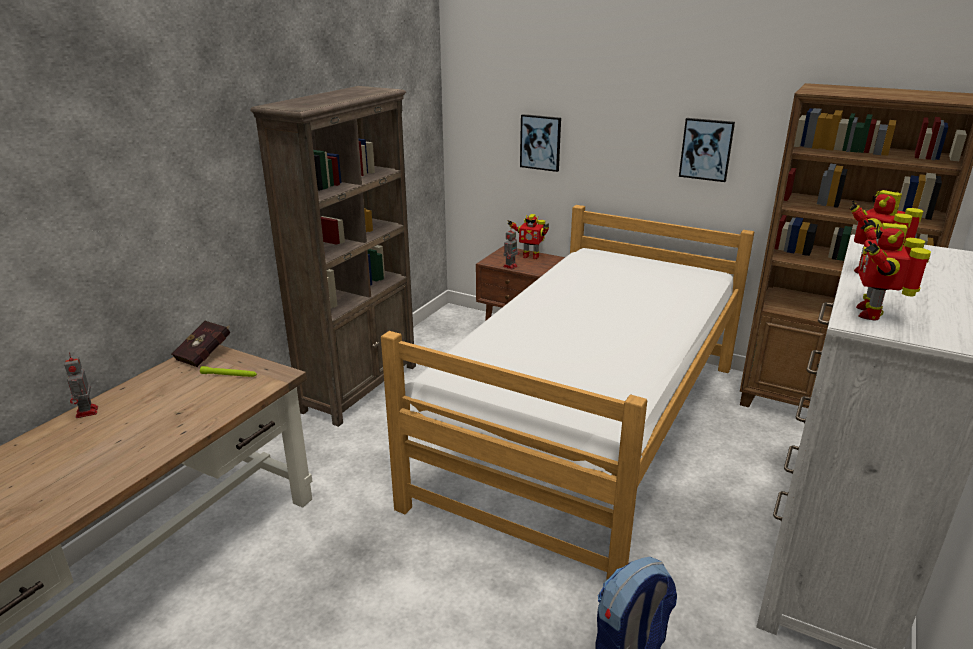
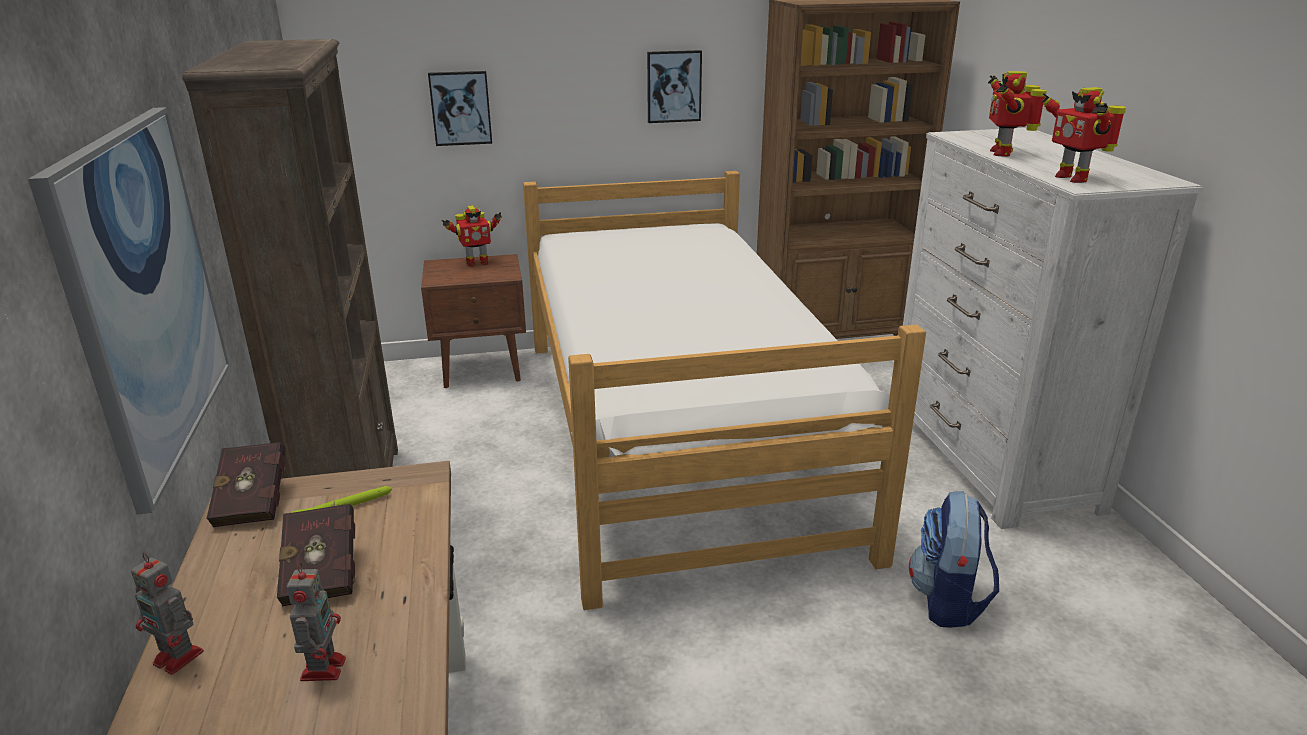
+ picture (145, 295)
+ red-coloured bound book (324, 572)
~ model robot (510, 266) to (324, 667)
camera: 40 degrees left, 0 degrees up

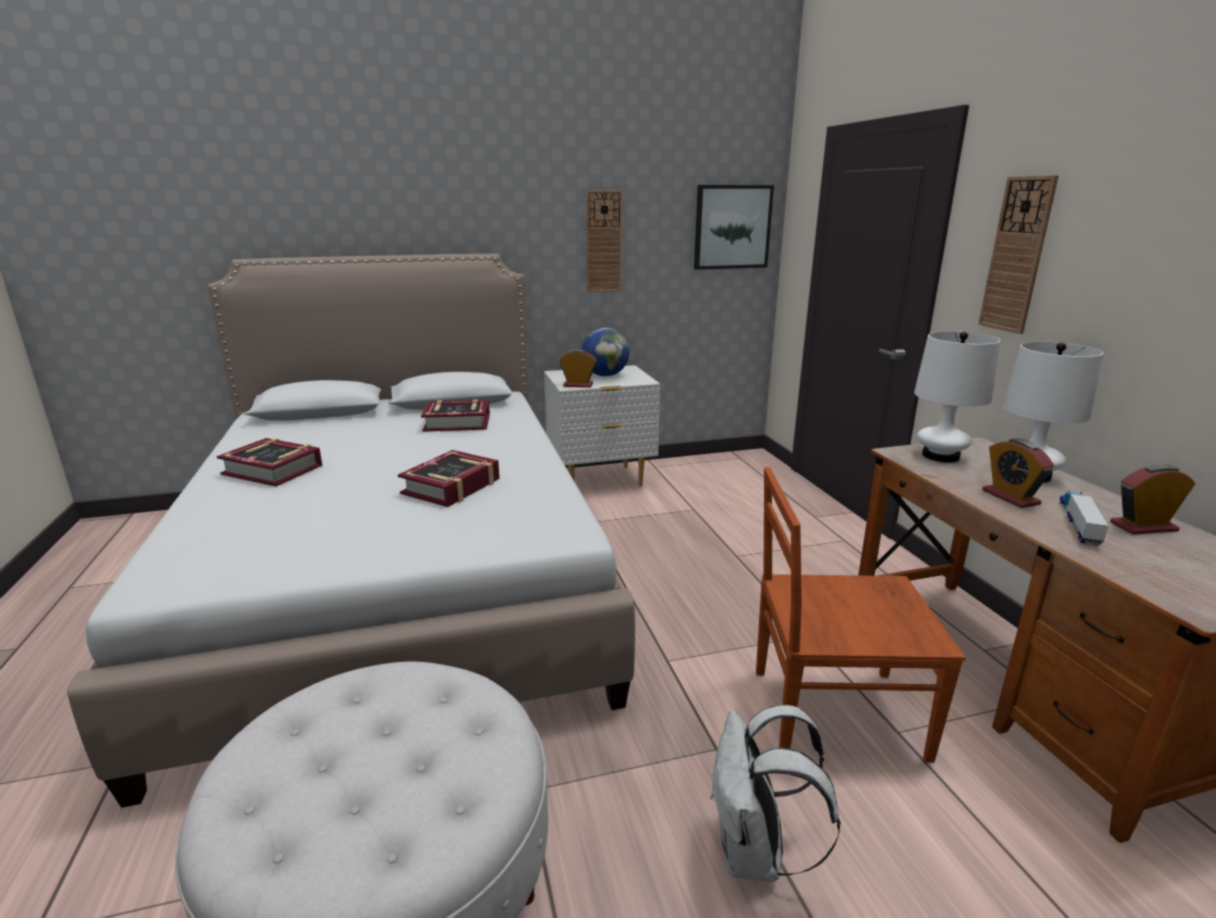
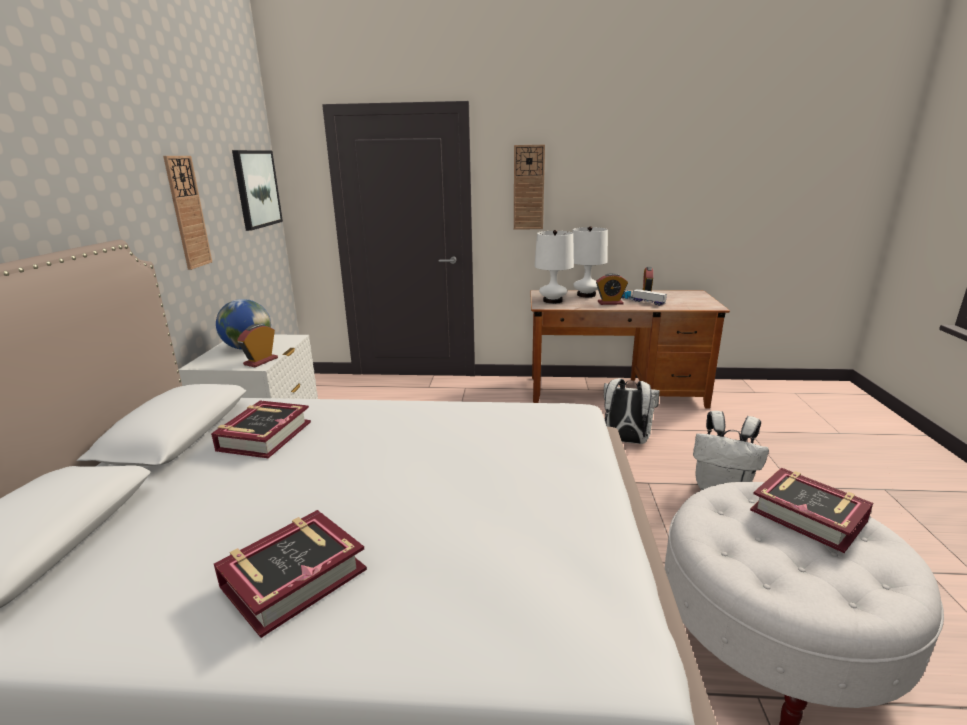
~ brown-coloured plain chair (831, 712) to white rucksack (625, 441)
~ bound book (452, 486) to (808, 516)
camera: 70 degrees left, 0 degrees up

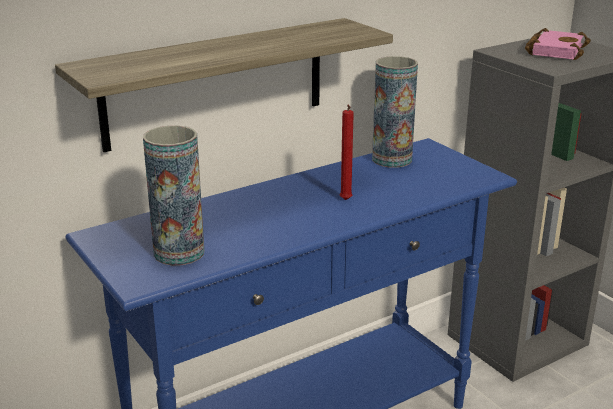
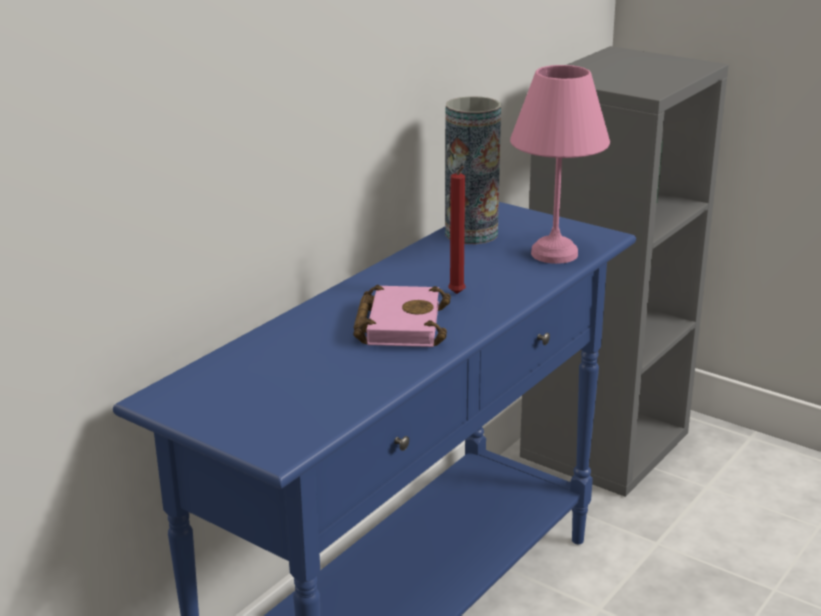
~ pink-coloured bound book (554, 50) to (399, 323)
+ pink-coloured tabletop lamp (553, 255)
- wall shelf (215, 83)
- decorative vase (179, 252)
camera: 20 degrees left, 0 degrees up

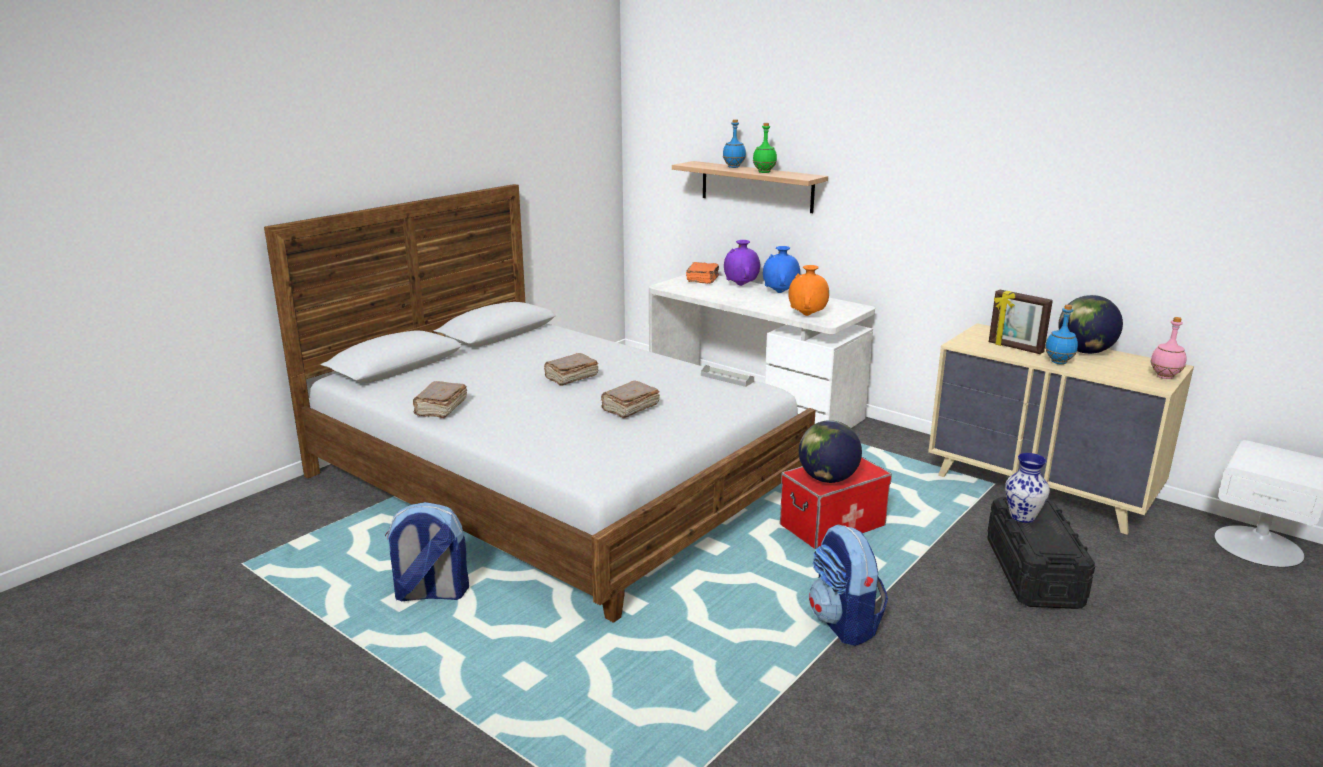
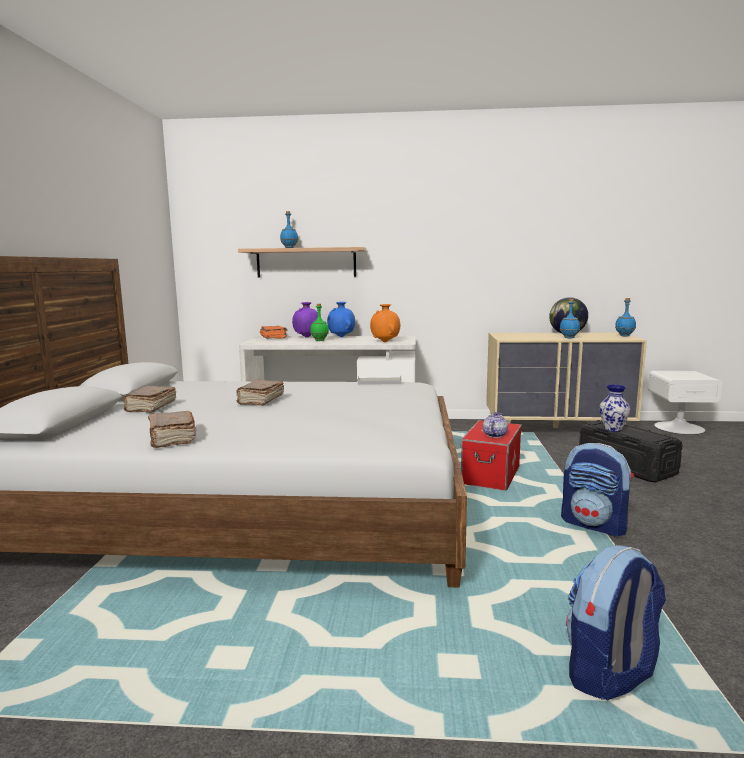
~ brown-coloured bound book (629, 408) to (150, 407)
~ greenish drink bottle (764, 172) to (319, 340)
~ desk globe (827, 479) to pot for tea (494, 435)
~ rucksack (430, 594) to (609, 674)
~ pink-coloured drink bottle (1164, 377) to bluish drink bottle (624, 336)
- picture frame (1015, 348)
camera: 35 degrees left, 10 degrees down

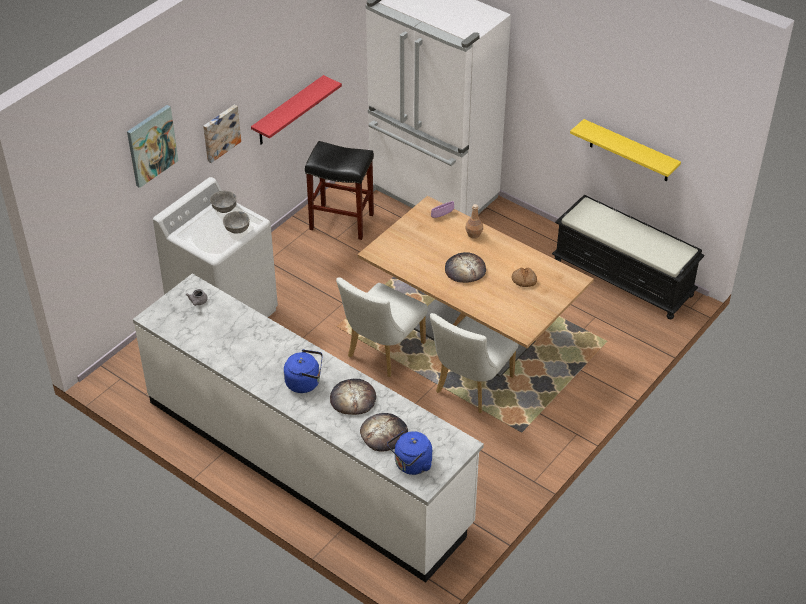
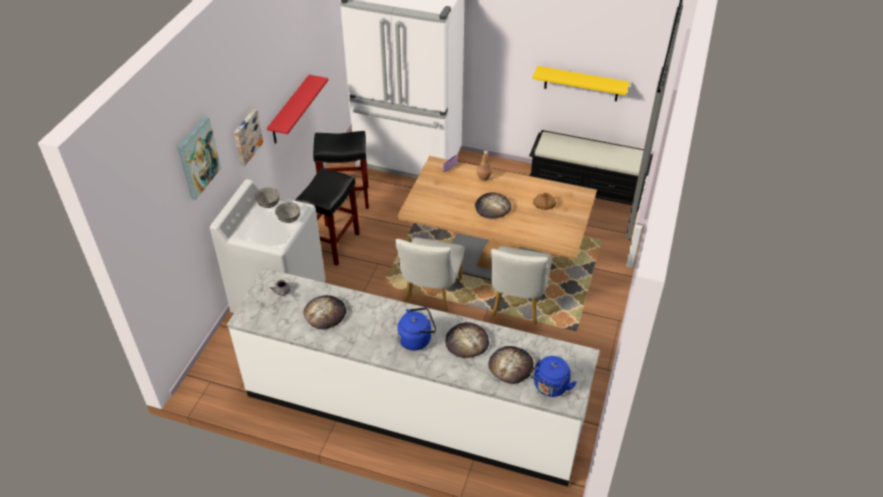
+ black-coloured stool seat (332, 243)
+ bread (325, 313)
camera: 20 degrees left, 0 degrees up

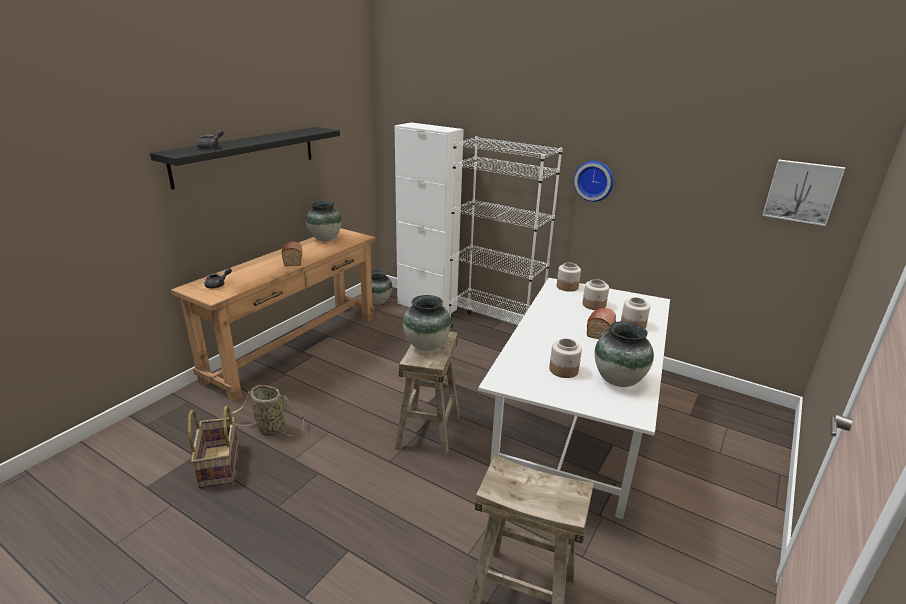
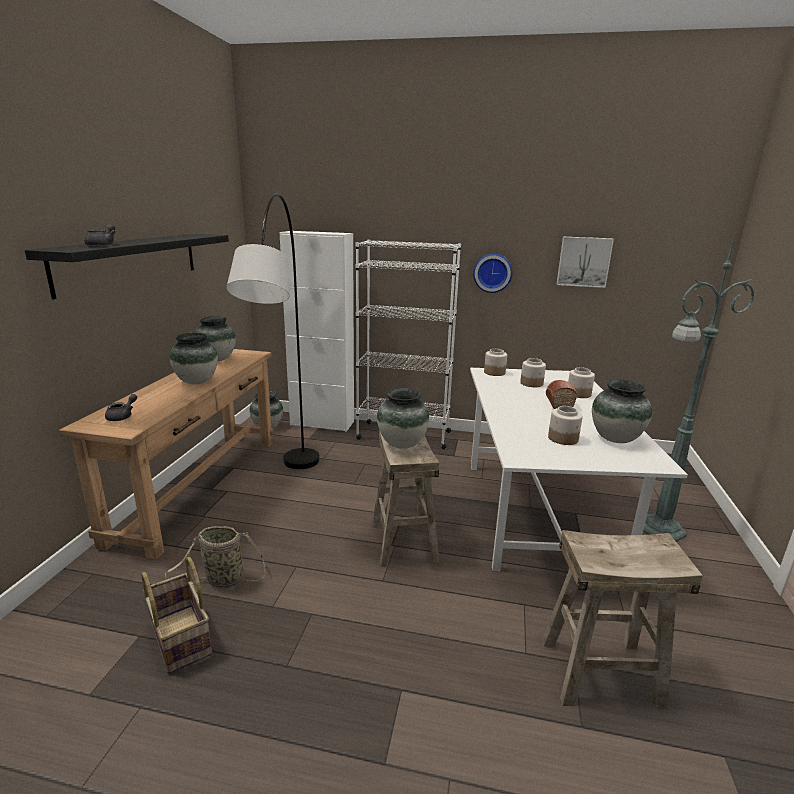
~ bread (293, 259) to decorative vase (197, 381)
+ greyish standard lamp (290, 497)
~ picture (802, 191) to (583, 261)
+ greenish standard lamp (658, 529)
camera: 20 degrees left, 5 degrees down

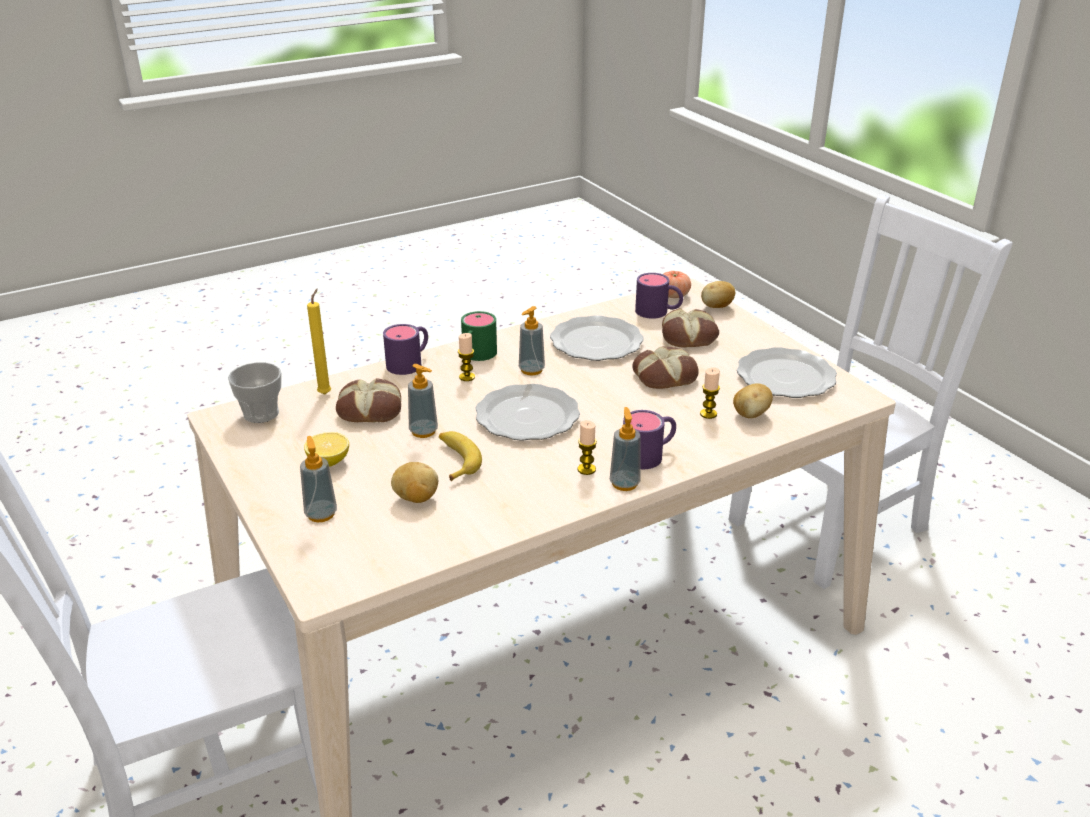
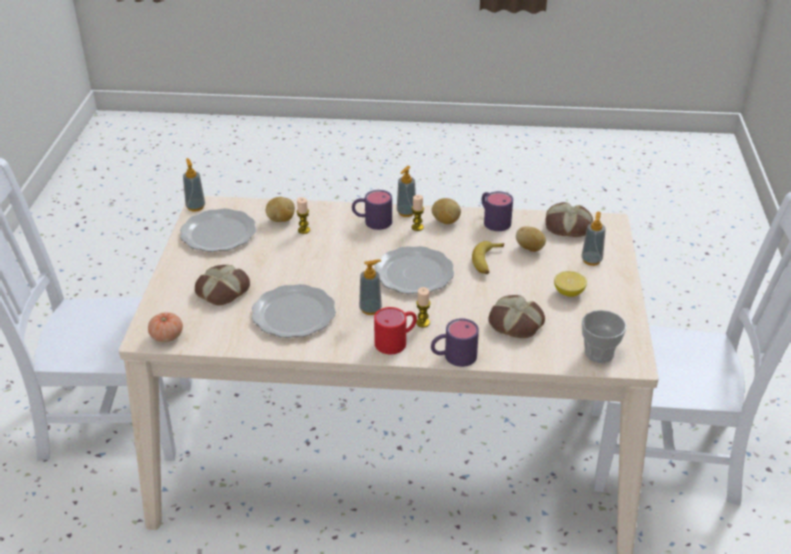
~ soap bottle (423, 431) to (195, 207)
~ greenish mug (476, 356) to red-coloured mug (397, 341)
~ whole potato (716, 307) to (445, 221)
~ purplish mug (658, 312) to (493, 220)
~ bread (664, 375) to (567, 227)
- yellow-coloured wax light (326, 393)
camera: 145 degrees left, 5 degrees up

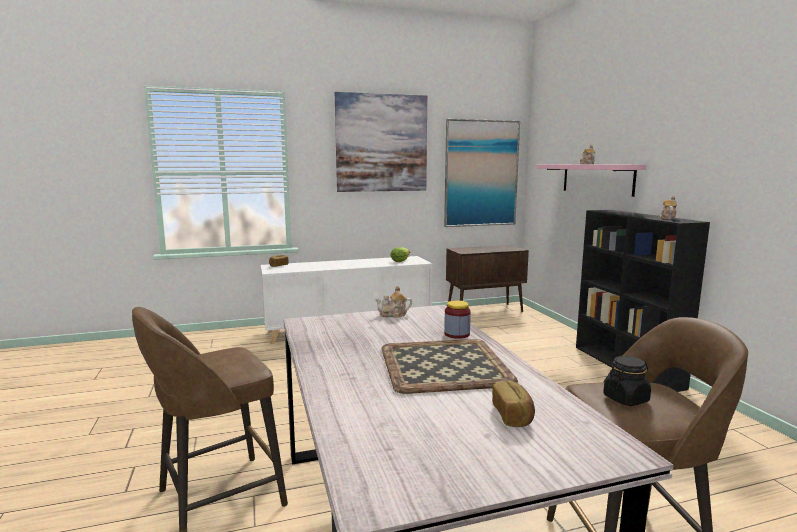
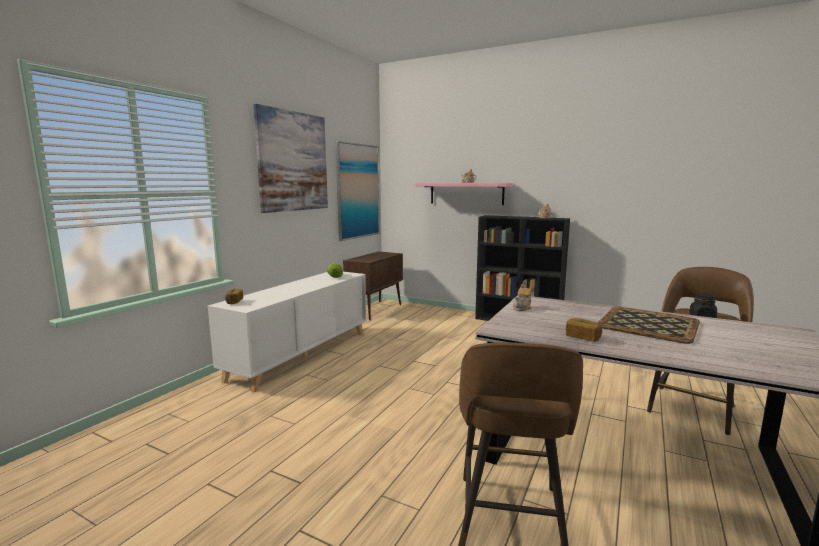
~ bread (513, 416) to (582, 337)
- storage jar (457, 334)
camera: 45 degrees left, 0 degrees up

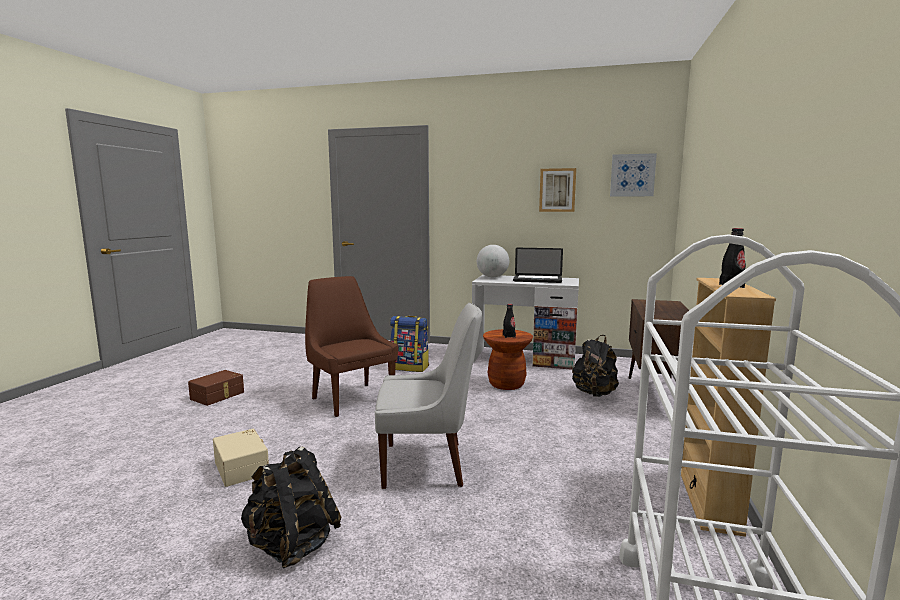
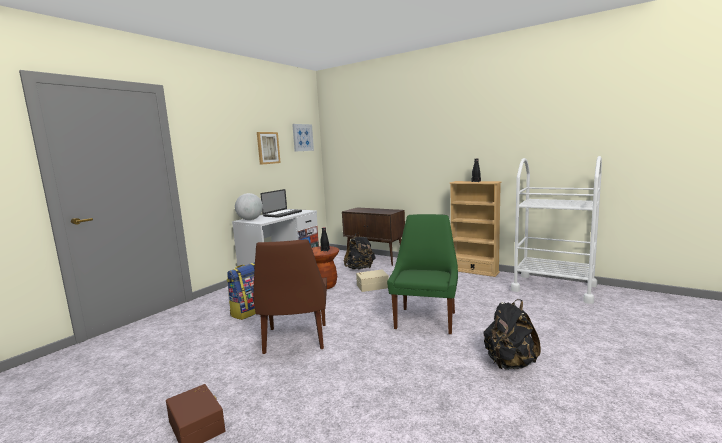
~ brown-coloured plain chair (351, 398) = (295, 340) 75 degrees counterclockwise
~ sand-coloured storage box (243, 467) to (372, 286)
~ white plain chair (427, 464) to greenish plain chair (426, 319)
camera: 70 degrees left, 0 degrees up

